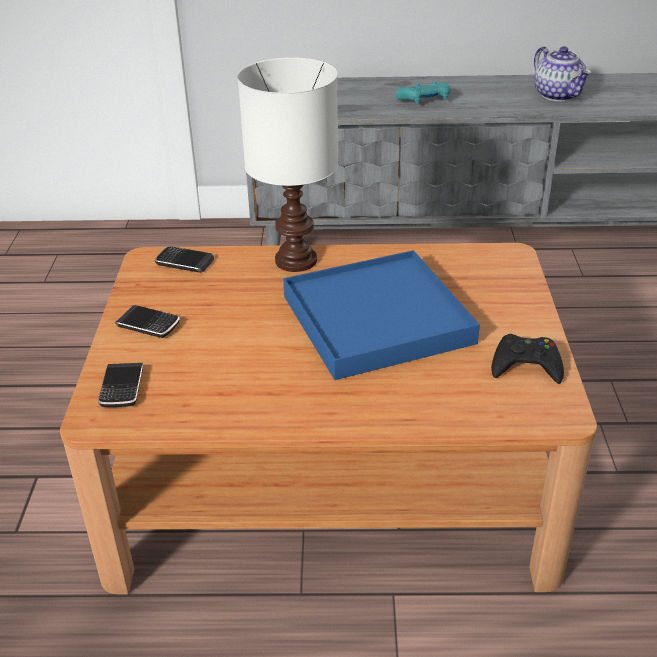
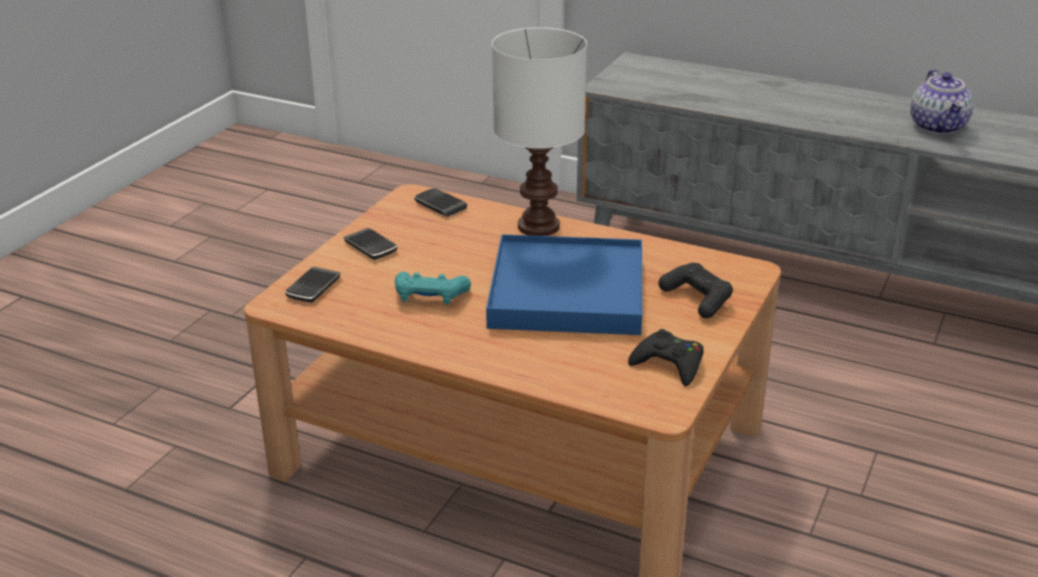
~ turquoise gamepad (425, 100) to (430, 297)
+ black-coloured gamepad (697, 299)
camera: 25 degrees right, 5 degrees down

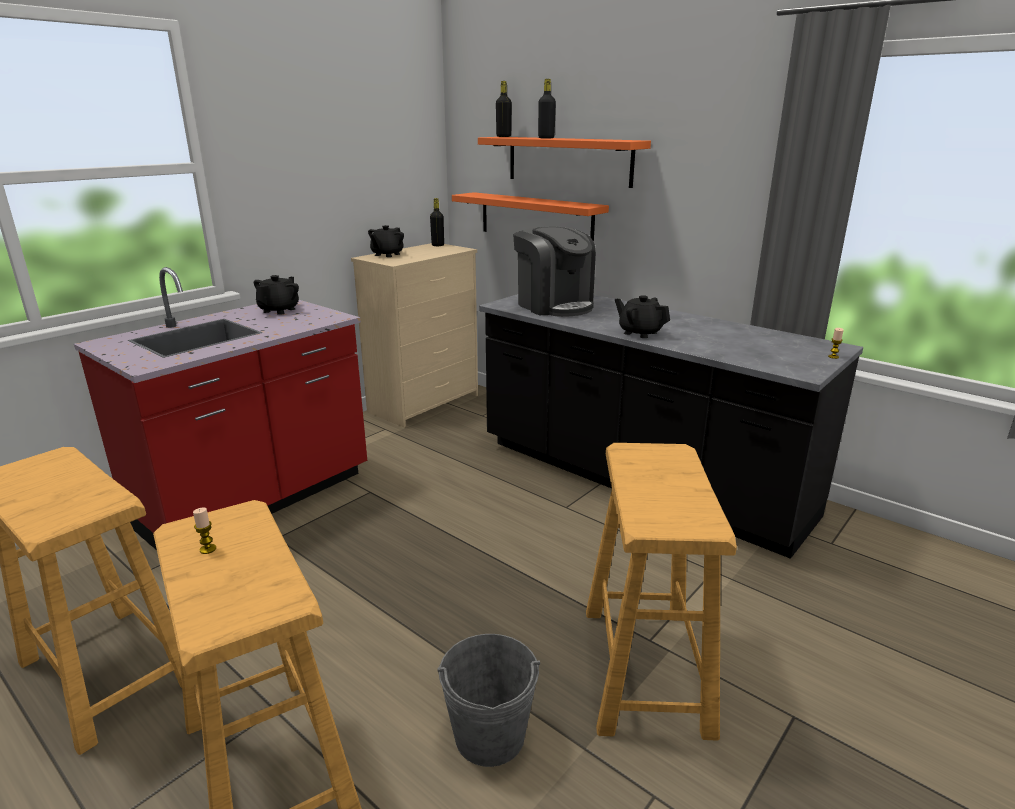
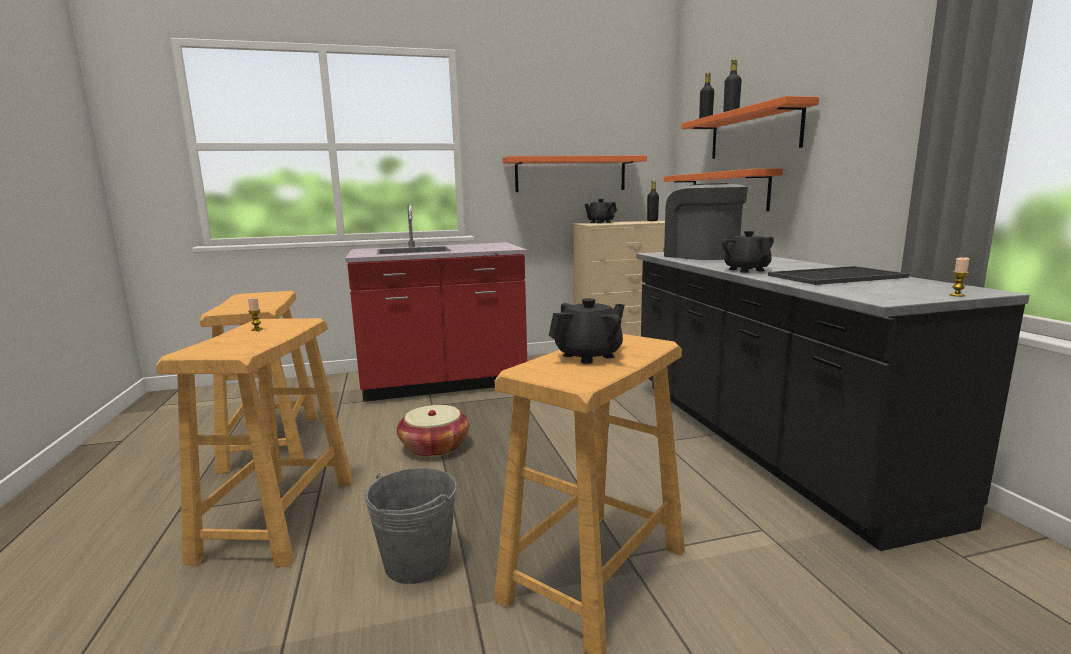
+ basket (435, 447)
+ orange wall shelf (571, 174)
~ black-coloured pot for tea (279, 310) to (589, 356)
~ coffee maker (554, 305) = (701, 256) 150 degrees clockwise
+ carrying tray (836, 277)
camera: 35 degrees right, 10 degrees down

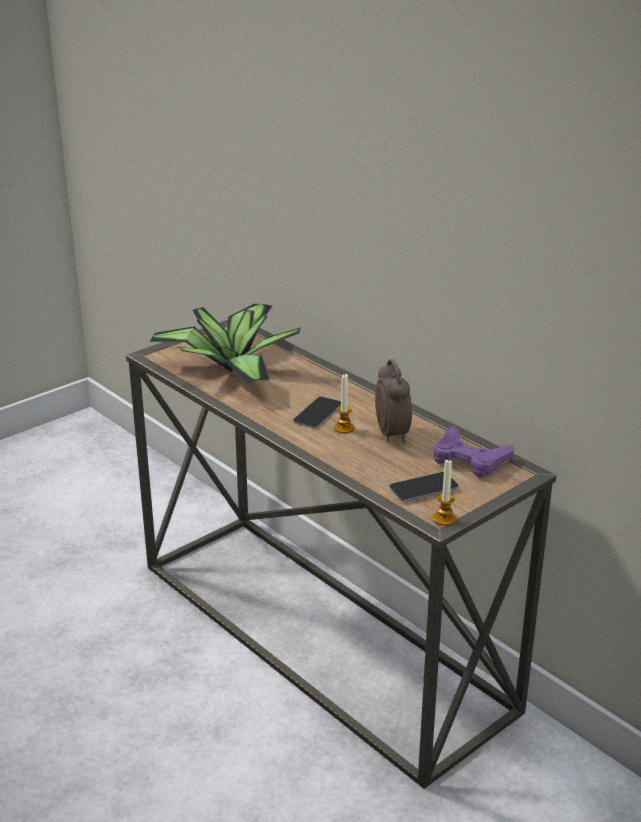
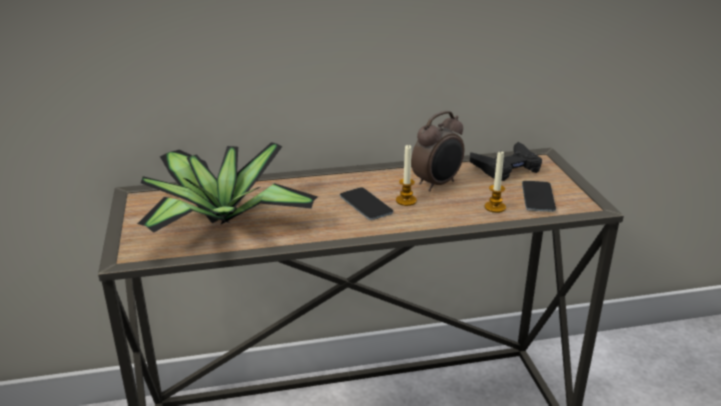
~ bedside clock (393, 434) = (437, 184) 120 degrees clockwise
~ purplish gamepad (469, 459) to black-coloured gamepad (507, 167)
~ wax light (444, 519) to (495, 207)
camera: 60 degrees left, 0 degrees up

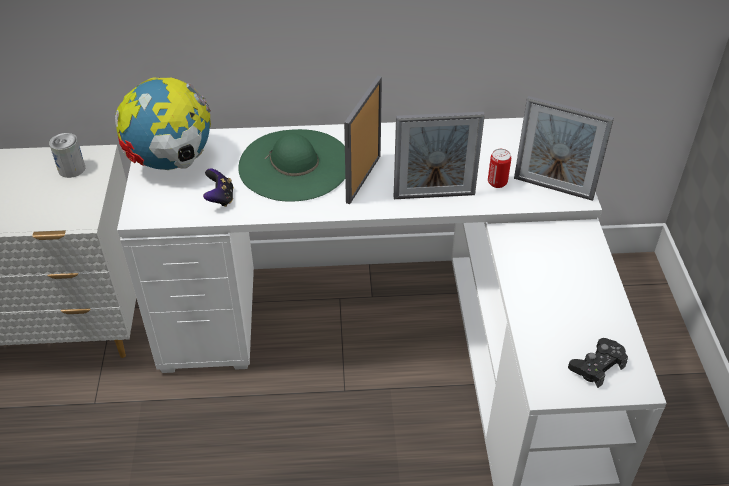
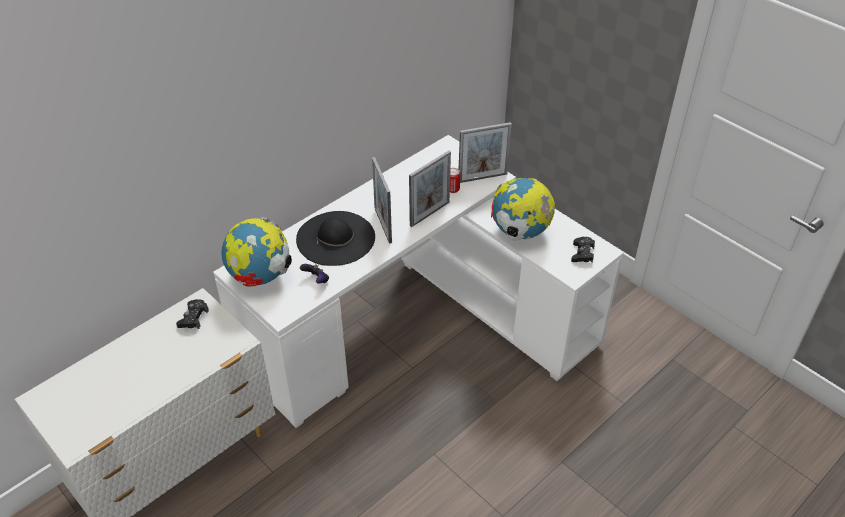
~ sealed can (71, 169) to black-coloured gamepad (193, 318)
~ greenish clothing hat (295, 164) to black-coloured clothing hat (335, 238)
+ desk globe (520, 232)
camera: 40 degrees left, 0 degrees up

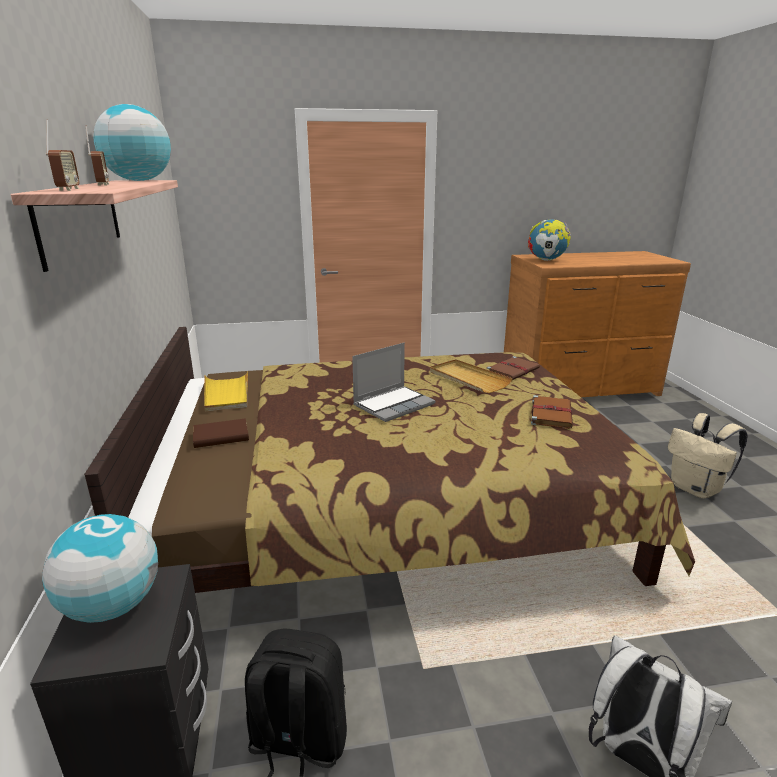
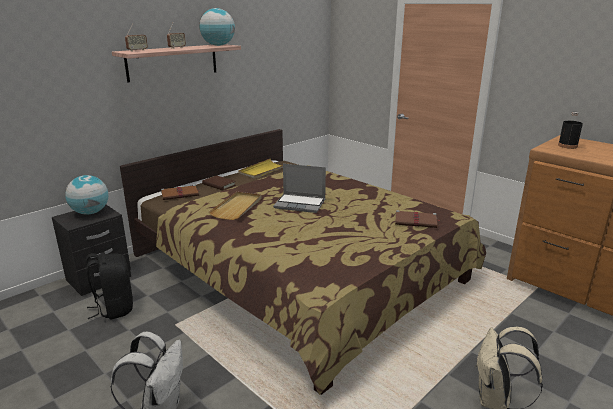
~ brown-coloured bound book (551, 414) to (180, 194)
~ sand-coloured carrying tray (468, 379) to (237, 207)
~ desk globe (546, 260) to black-coloured drink bottle (567, 146)
camera: 55 degrees right, 0 degrees up

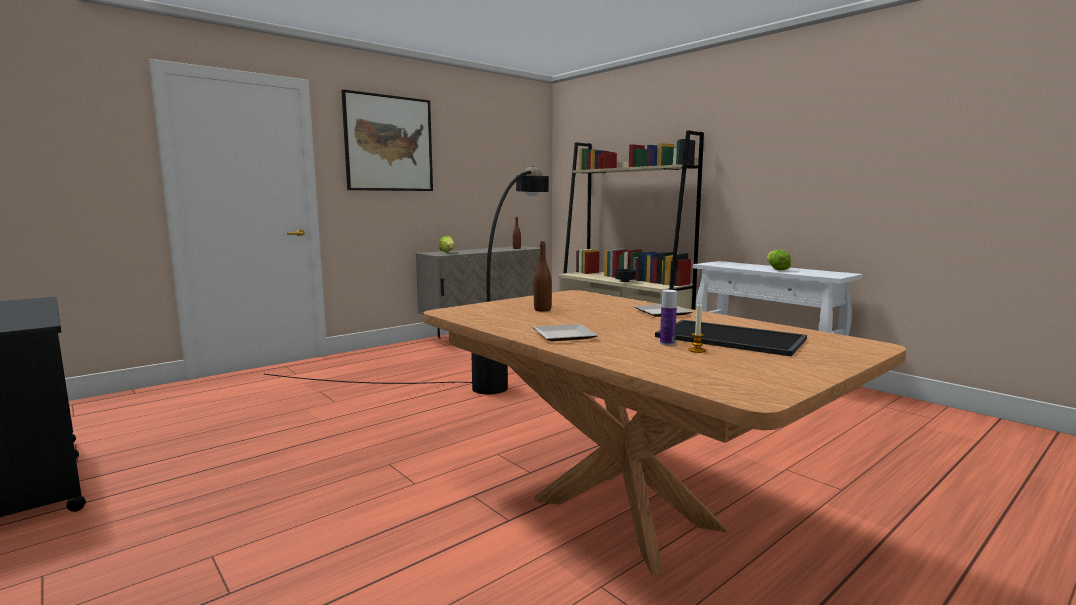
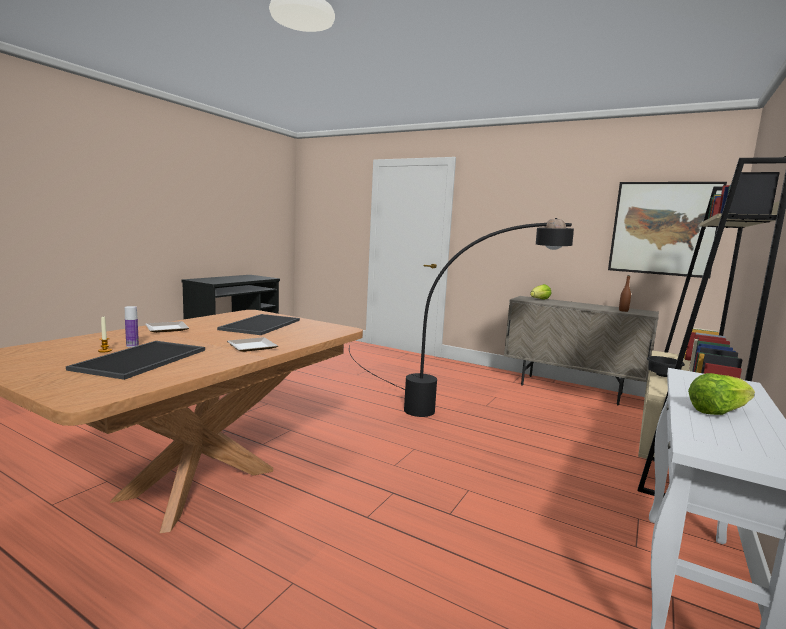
~ brown-coloured drink bottle (542, 310) to carrying tray (260, 324)
~ picture (389, 143) to (663, 228)
camera: 70 degrees right, 0 degrees up

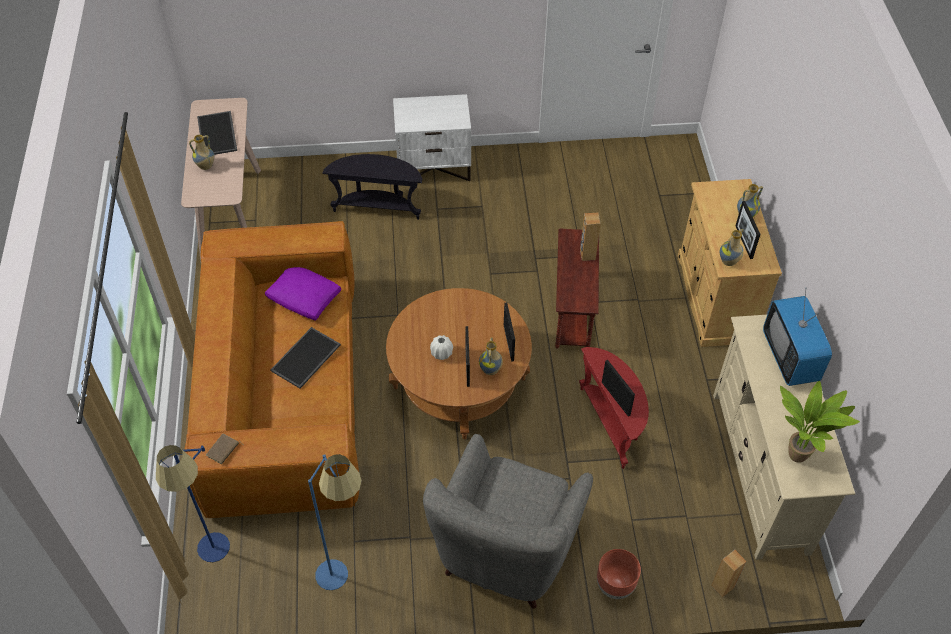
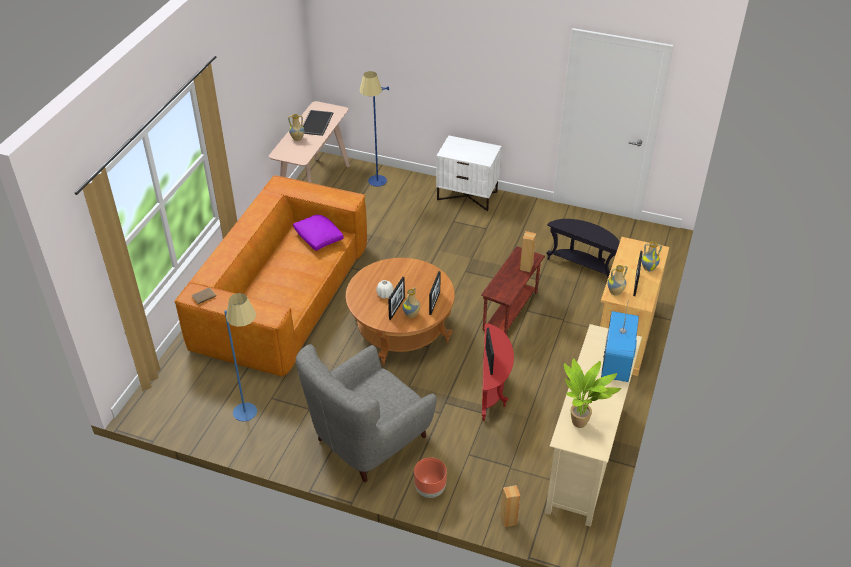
~ bluish standard lamp (217, 560) to (377, 186)
~ black-coloured accent table (378, 207) to (582, 266)
- carrying tray (306, 358)
camera: 25 degrees right, 10 degrees down

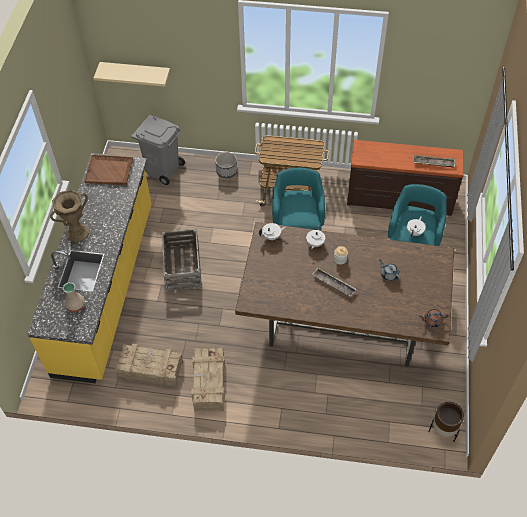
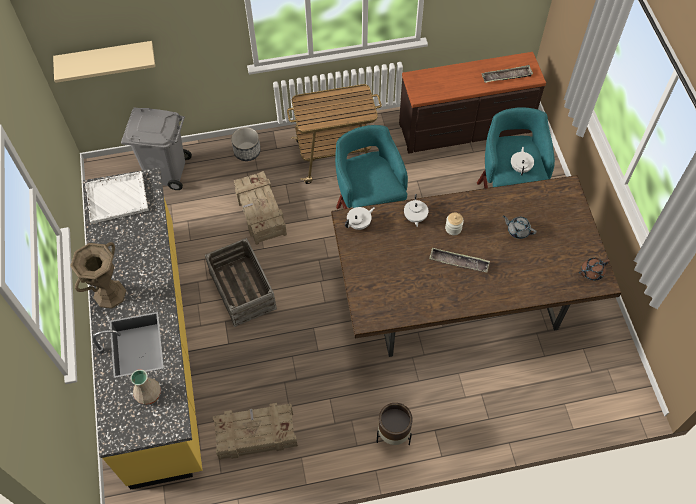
~ brown-coloured carrying tray (109, 171) to white carrying tray (118, 198)
~ shipping crate (209, 383) to (260, 213)
~ brown-coloured plant pot (443, 430) to (393, 435)
camera: 20 degrees left, 5 degrees up

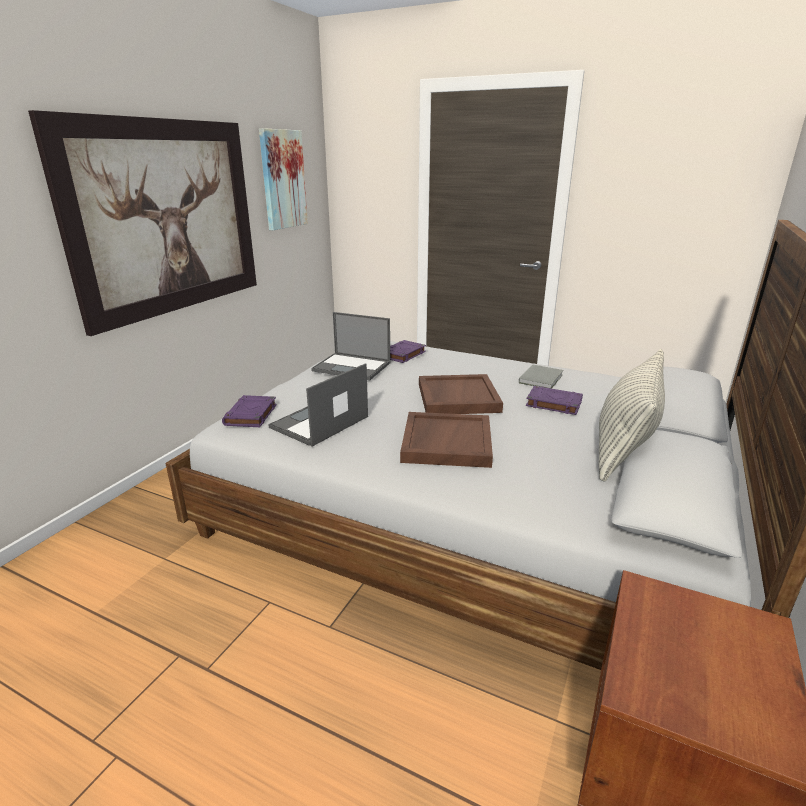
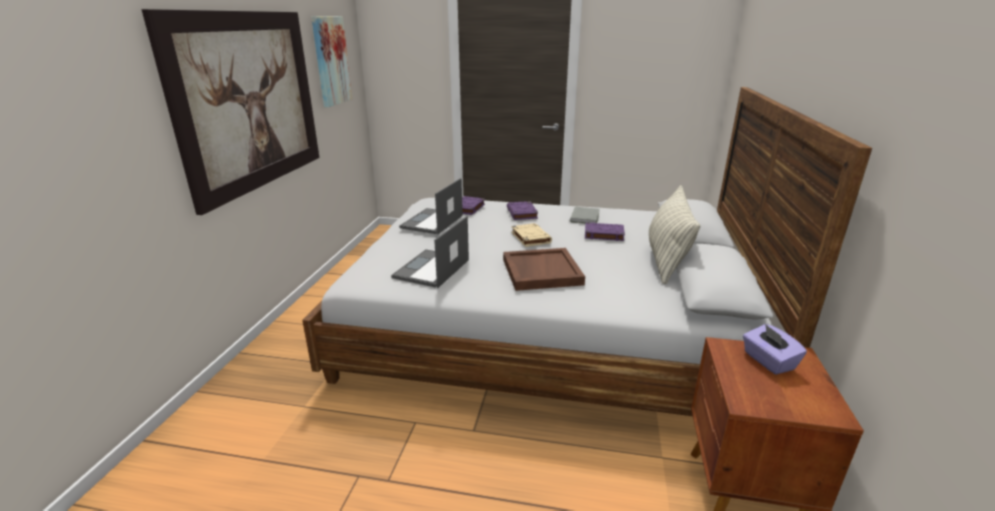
~ portable computer (353, 367) = (432, 222) 105 degrees clockwise
~ purplish bound book (251, 415) to (522, 213)
~ brown-coloured carrying tray (457, 397) to sand-coloured bound book (530, 237)
+ purplish box of tissues (768, 361)
camera: 15 degrees left, 0 degrees up

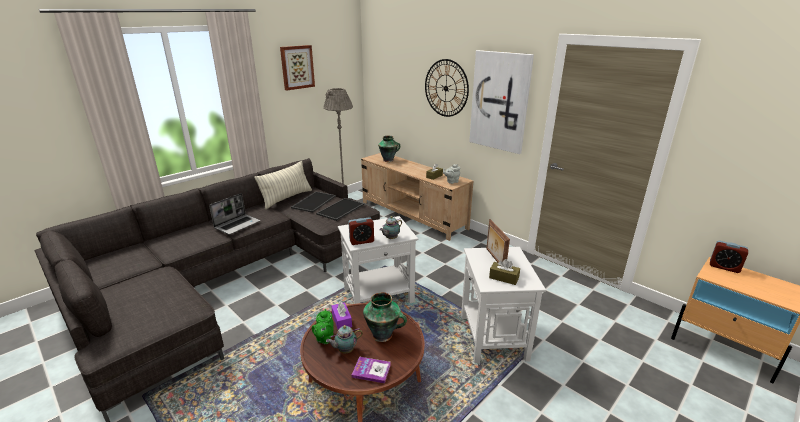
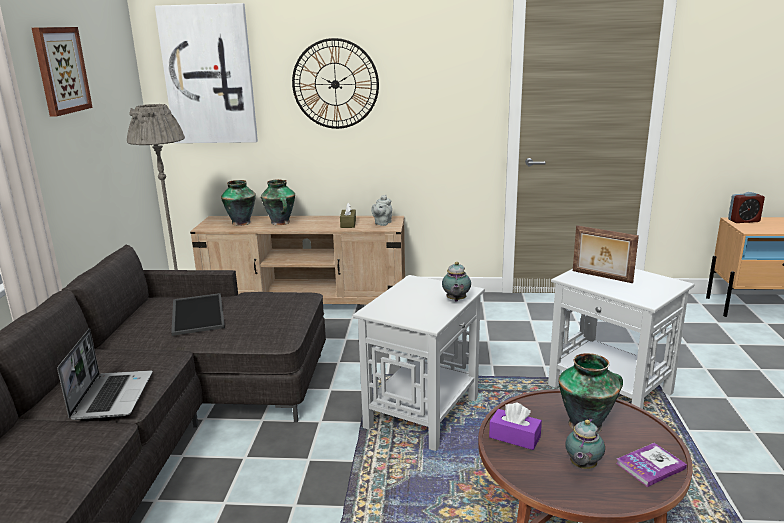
~ picture (500, 101) to (209, 75)
+ decorative vase (280, 223)
- pillow (287, 198)
- greenish pot for tea (324, 338)
- carrying tray (341, 209)
- bedside clock (361, 241)
- brown-coloured box of tissues (504, 278)
camera: 40 degrees left, 5 degrees down

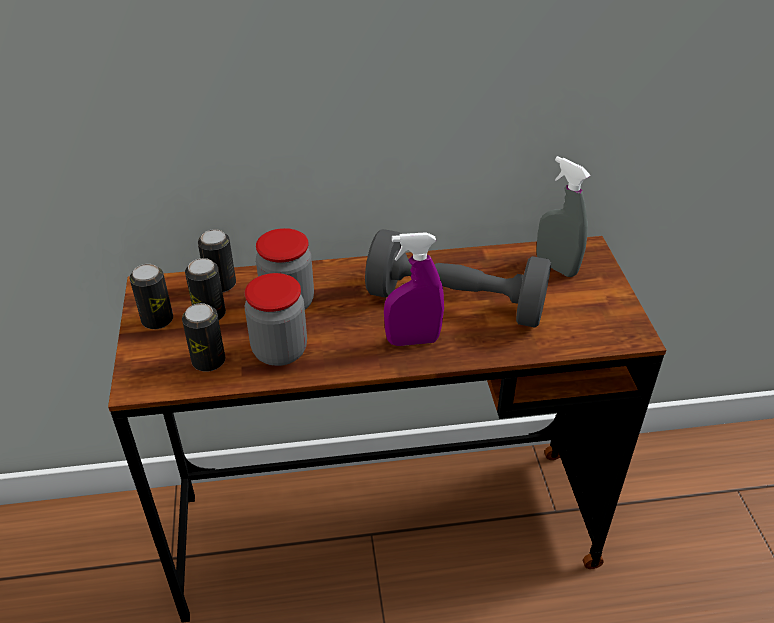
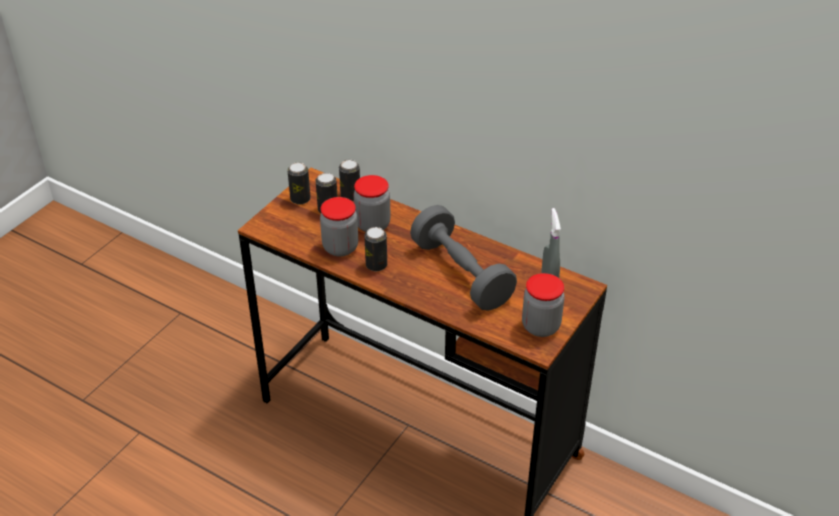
~ sealed can (209, 361) to (376, 265)
+ storage jar (540, 326)
- purplish sprayer (413, 340)
camera: 40 degrees right, 0 degrees up

